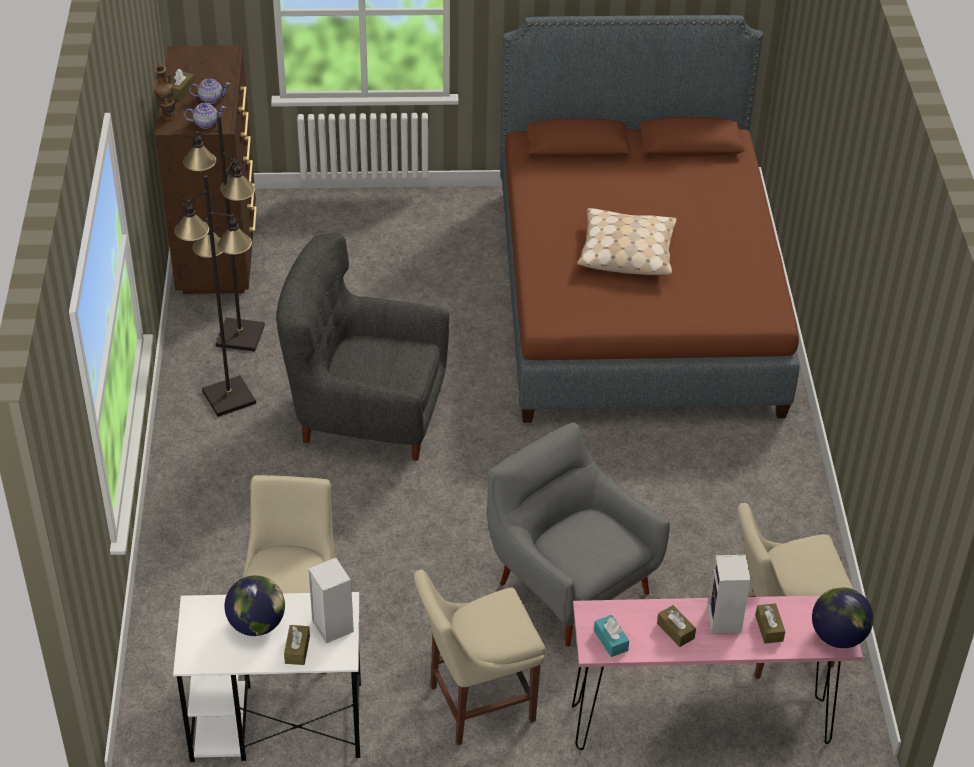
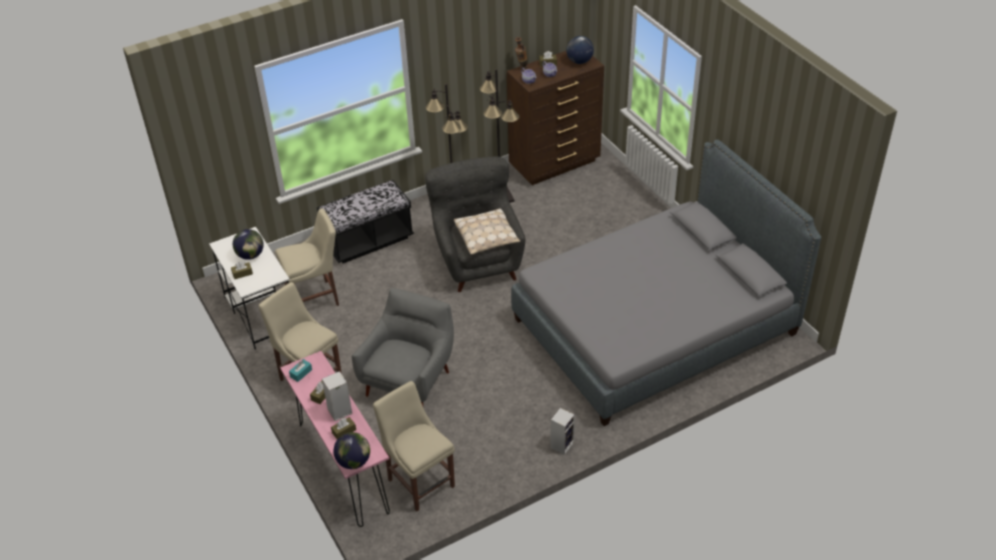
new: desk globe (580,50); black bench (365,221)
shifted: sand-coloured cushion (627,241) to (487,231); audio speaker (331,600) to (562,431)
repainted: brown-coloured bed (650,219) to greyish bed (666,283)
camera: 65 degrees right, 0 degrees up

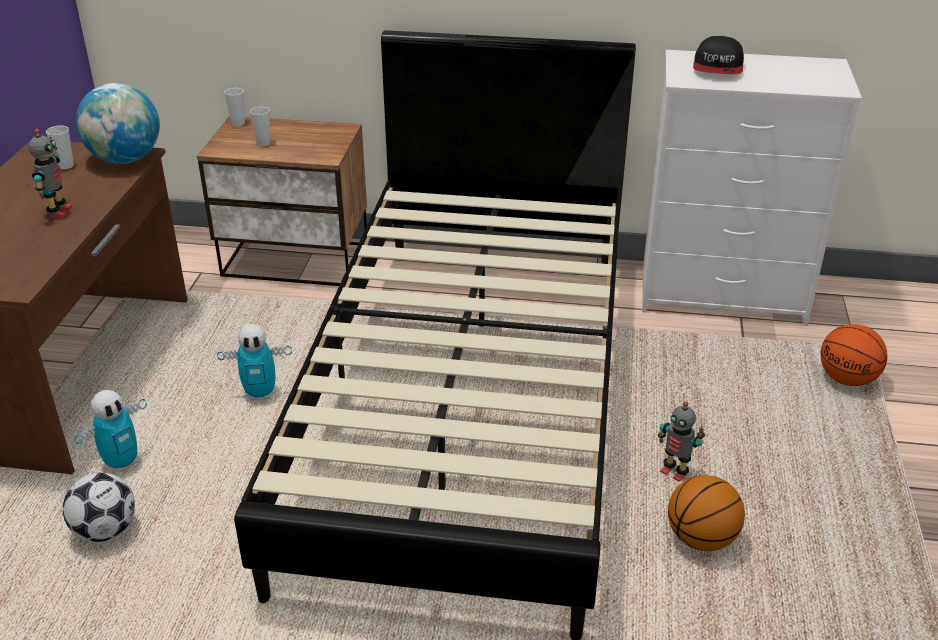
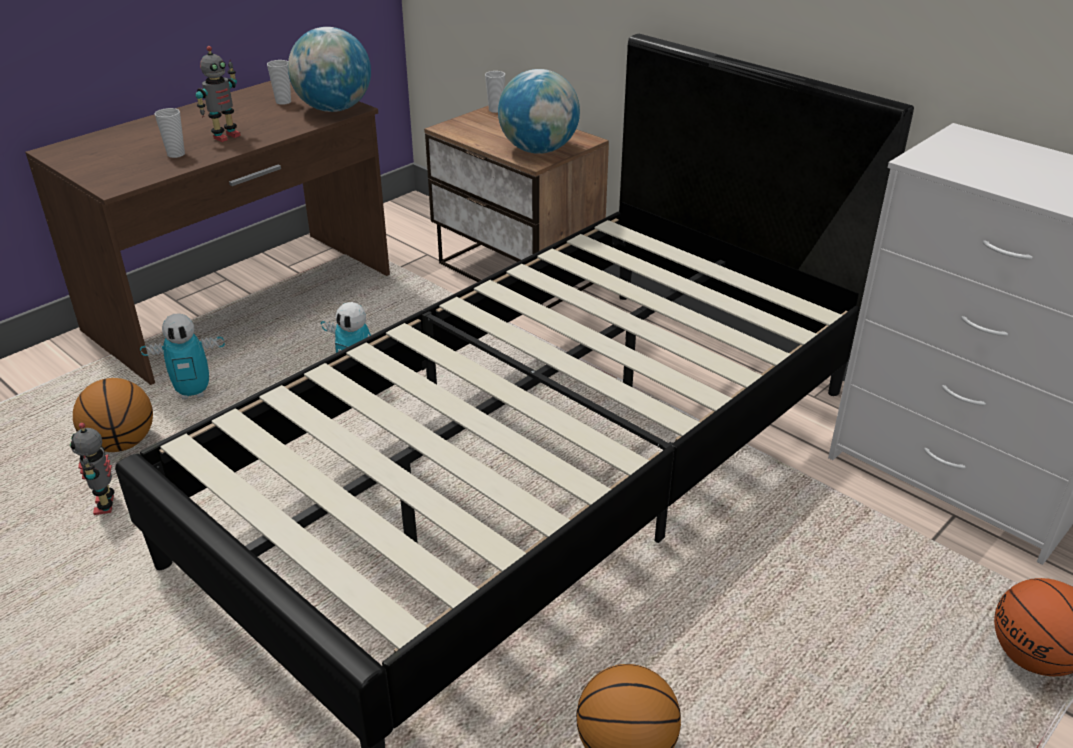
gone: cap (718,55)
new: desk globe (539,111)
shifted: small cup (260,126) to (169,133); model robot (681,441) to (92,468)
swapped: ball for football (99,507) to ball for basketball (113,415)
camera: 35 degrees right, 0 degrees up

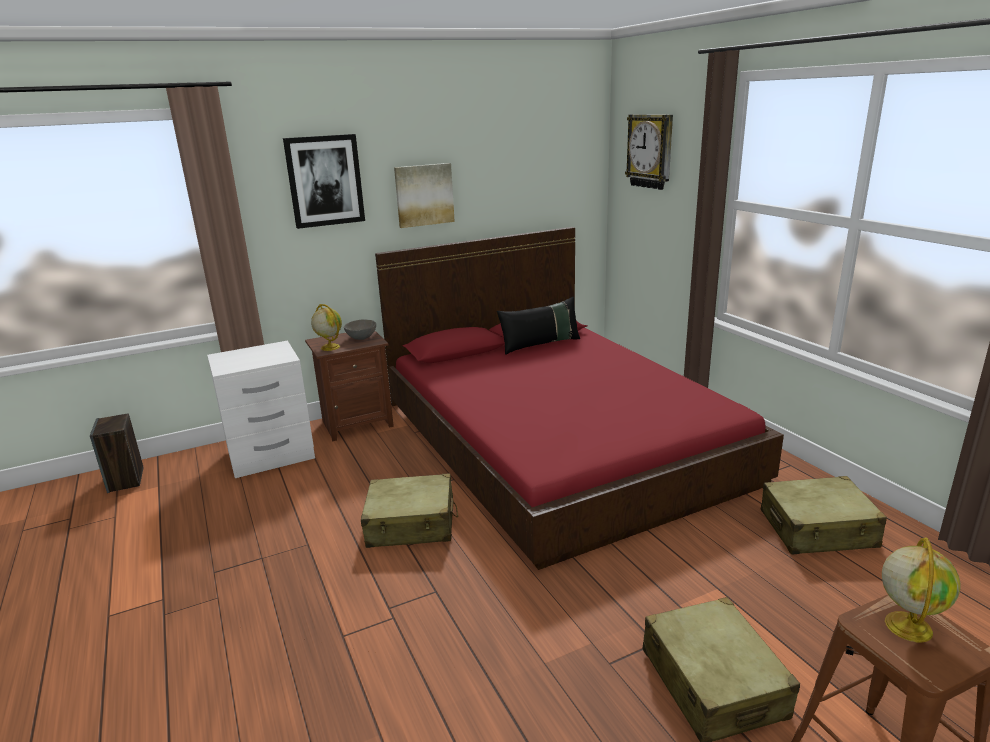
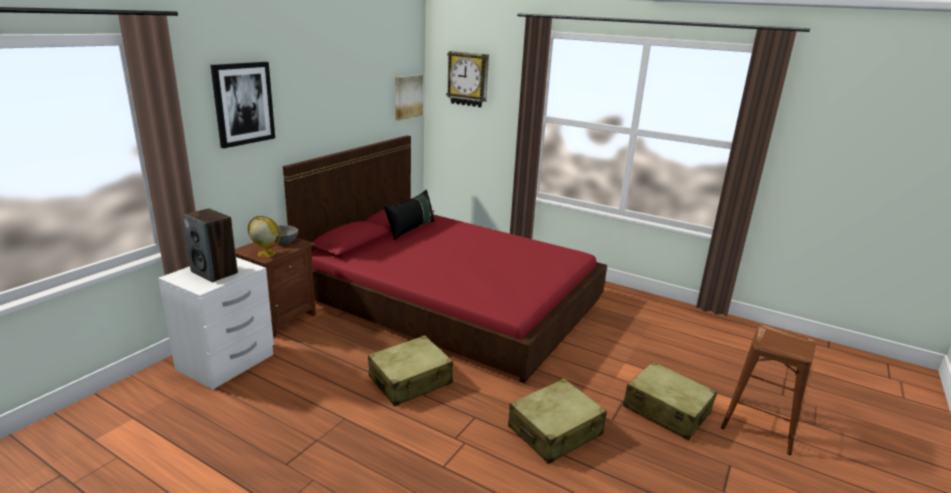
gone: desk globe (921,590)
shifted: picture (424,195) to (409,97); audio speaker (117,453) to (210,245); sand-coloured travel case (823,515) to (557,421)
camera: 35 degrees left, 0 degrees up

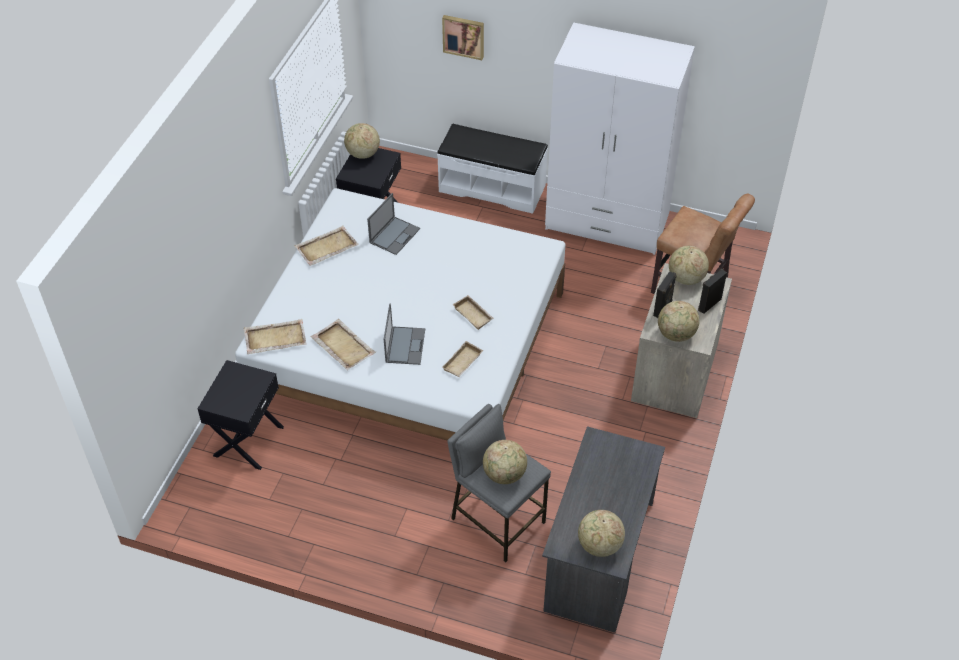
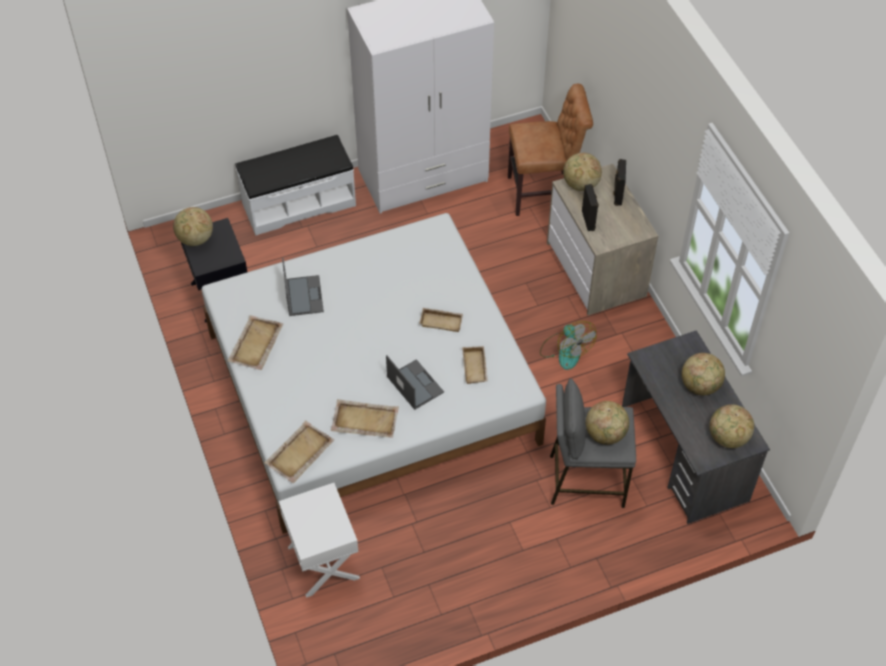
gone: picture (463,37)
new: fan (568,345)
shifted: desk globe (678,321) to (703,374)
repainted: black night table (240,415) to whitish night table (319,540)
camera: 40 degrees left, 5 degrees up

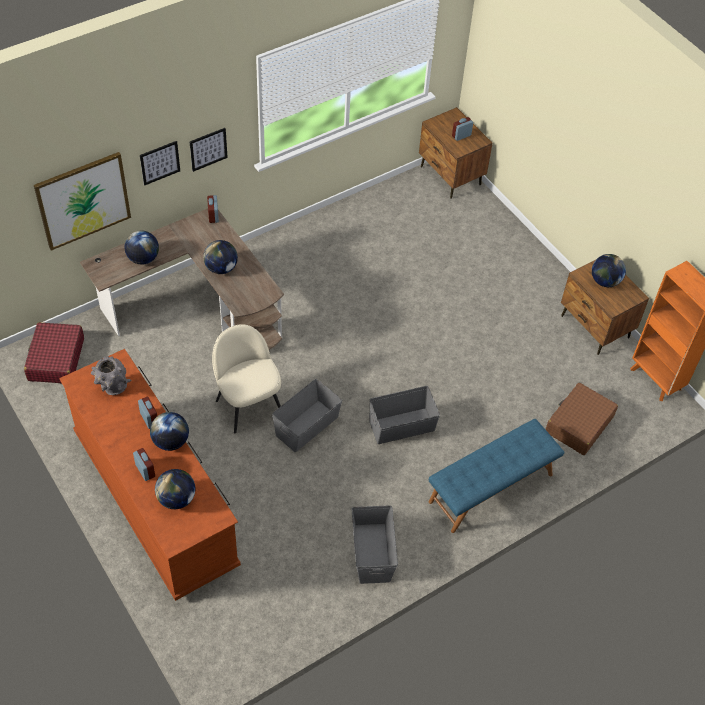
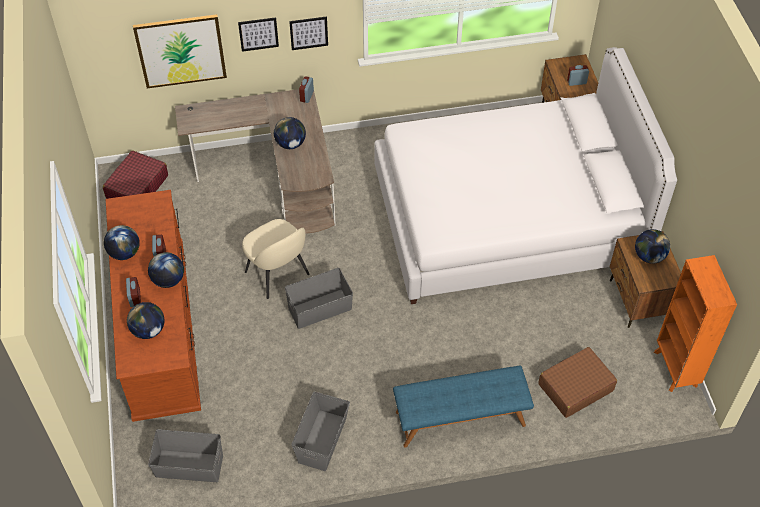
gone: greyish decorative vase (111,375)
new: whitish bed (525,175)
shifted: desk globe (141,247) to (122,242); greyish storage bin (404,415) to (185,455)
rotated: sand-coloured chair (246,378) = (275,259) 150 degrees clockwise
camera: 25 degrees right, 0 degrees up

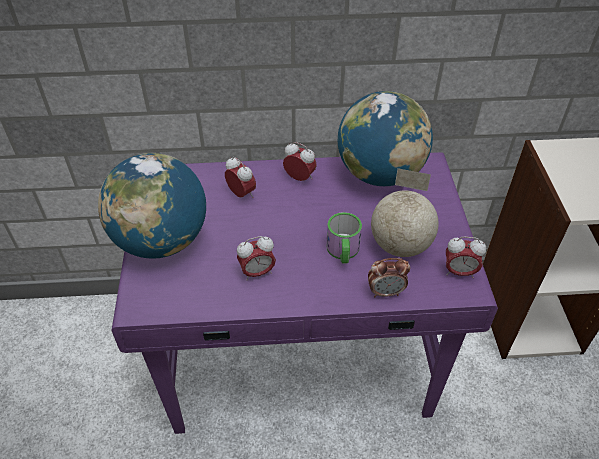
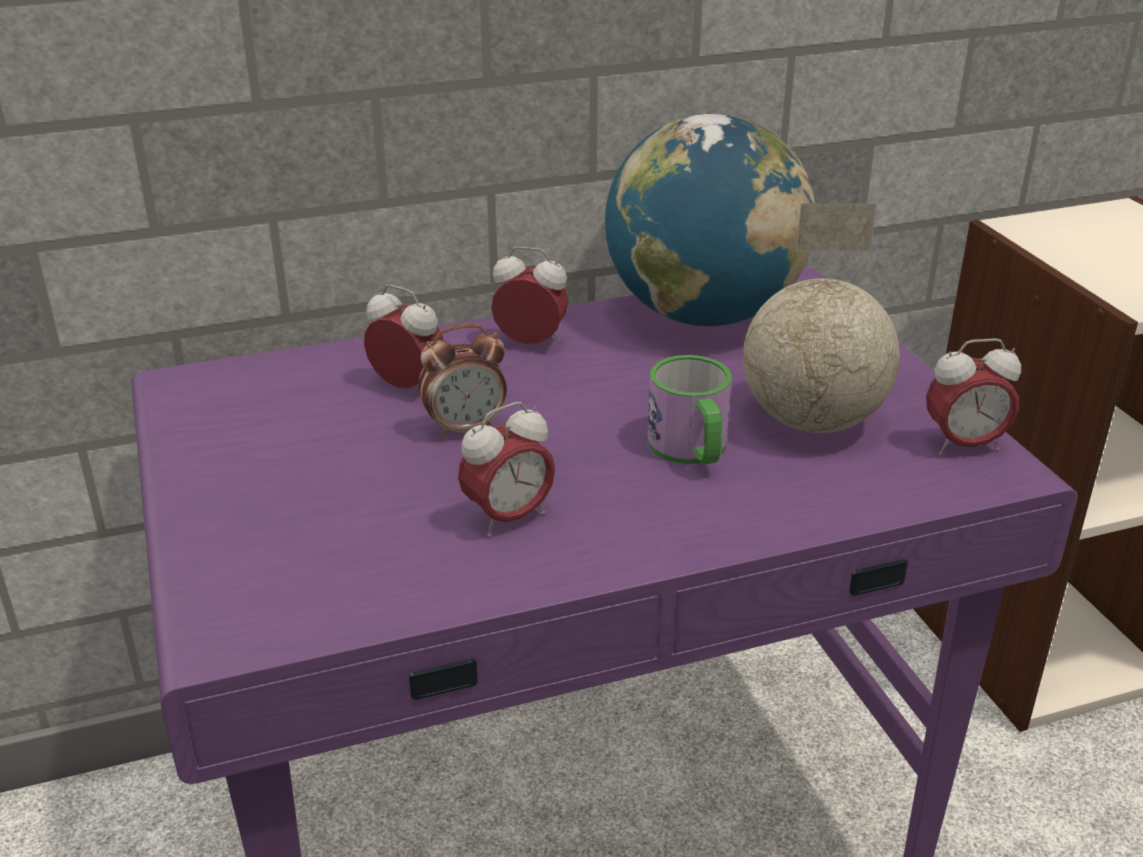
gone: desk globe (152,205)
shifted: table clock (389,277) to (463,381)
camera: 15 degrees left, 15 degrees down

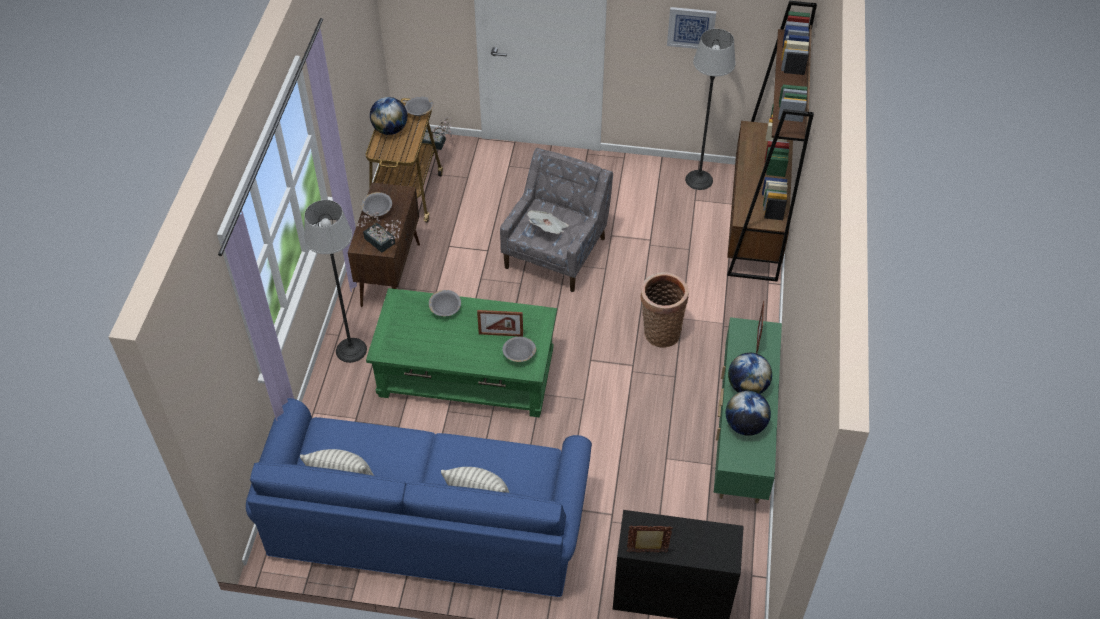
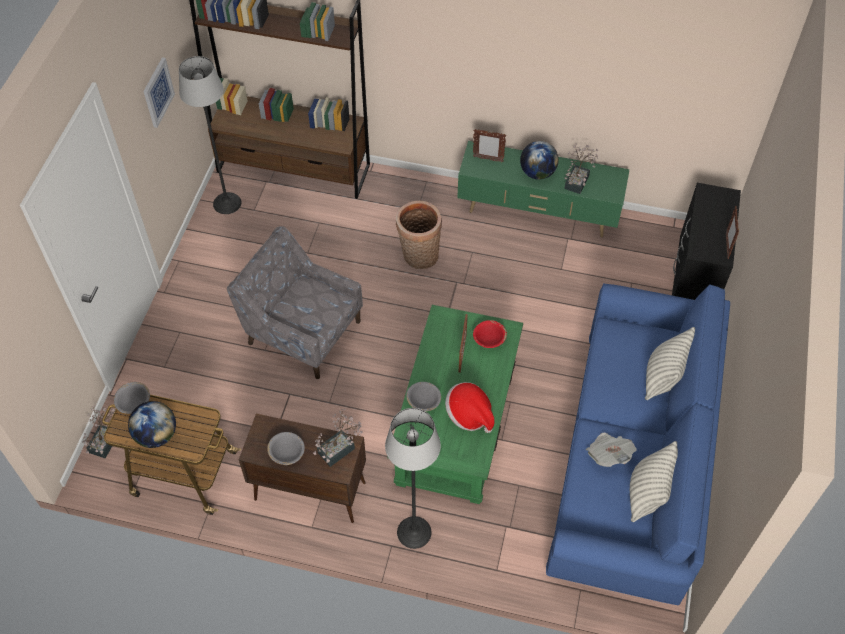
new: clothing hat (469,407)
shifted: daily paper (548,222) to (611,450)
swapped: desk globe (748,413) to houseplant (581,169)
repainted: greyish serving bowl (519,349) to red-coloured serving bowl (490,334)
camera: 85 degrees left, 5 degrees up

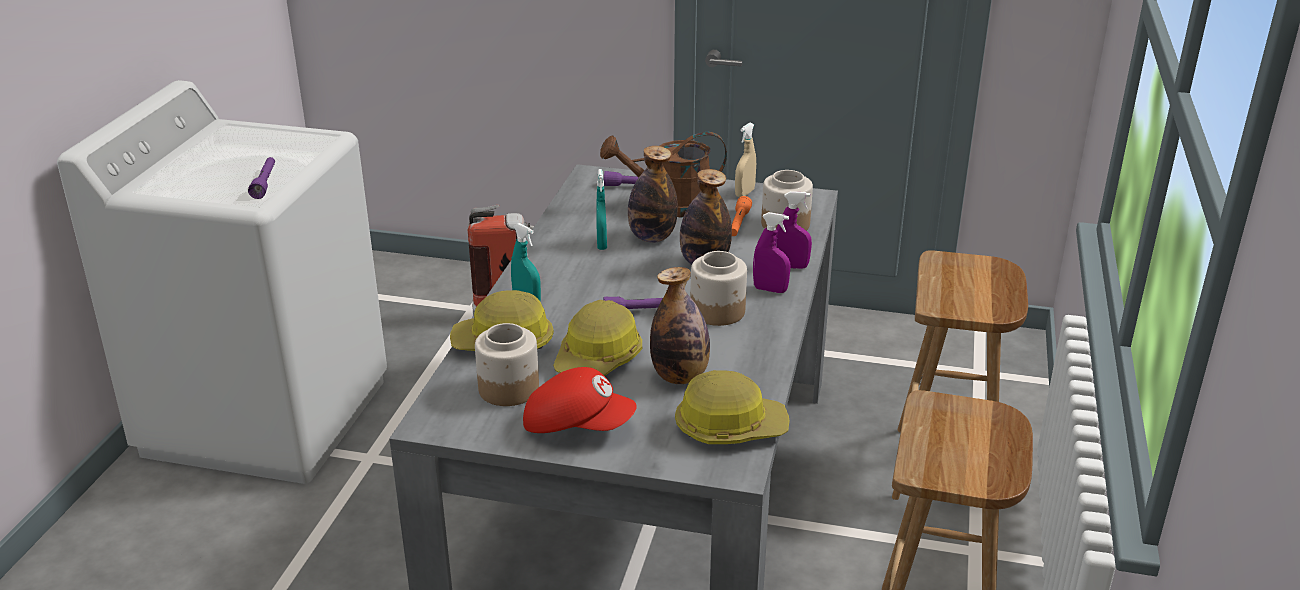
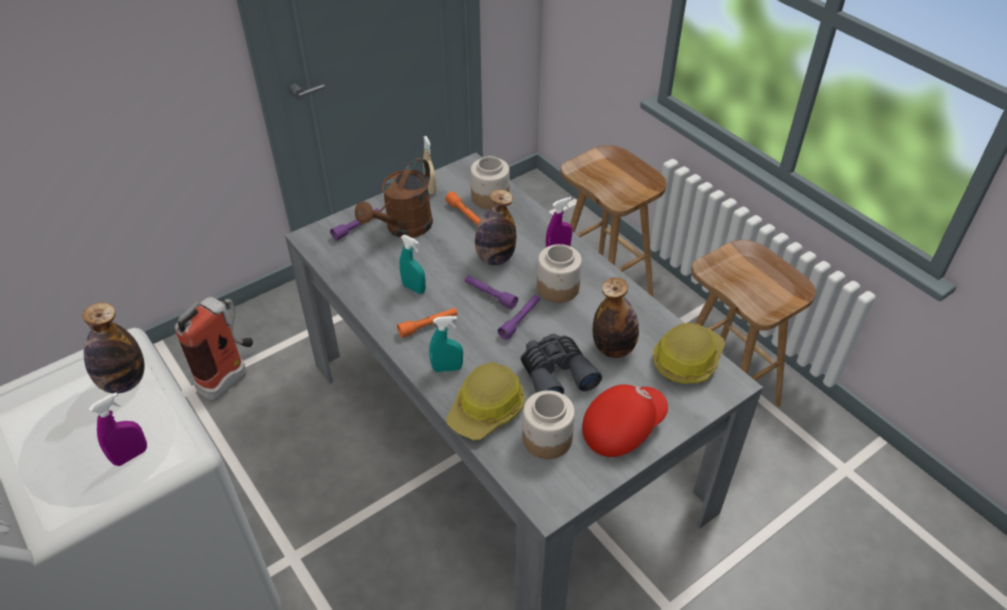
new: orangey hand torch (427,323)
shifted: beverage bottle (653,194) to (113,348); purple-coloured hand torch (261,178) to (491,292); purple-coloured sprayer (793,230) to (118,429)
swapped: work helmet (597,338) to greyish field glasses (561,364)
camera: 50 degrees left, 15 degrees up

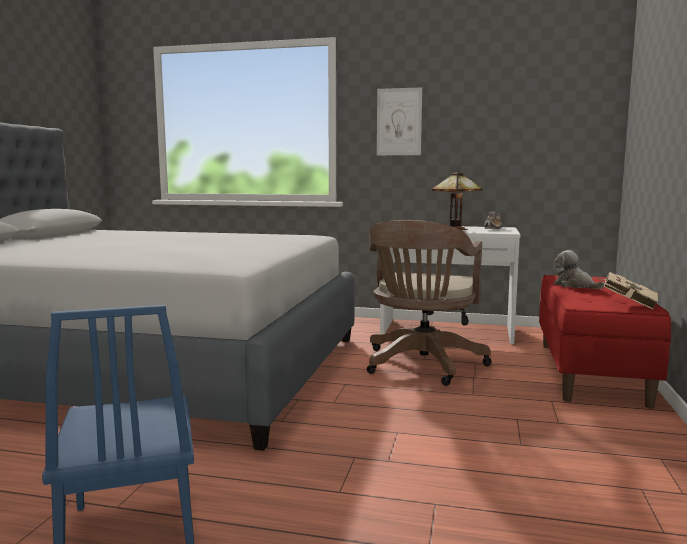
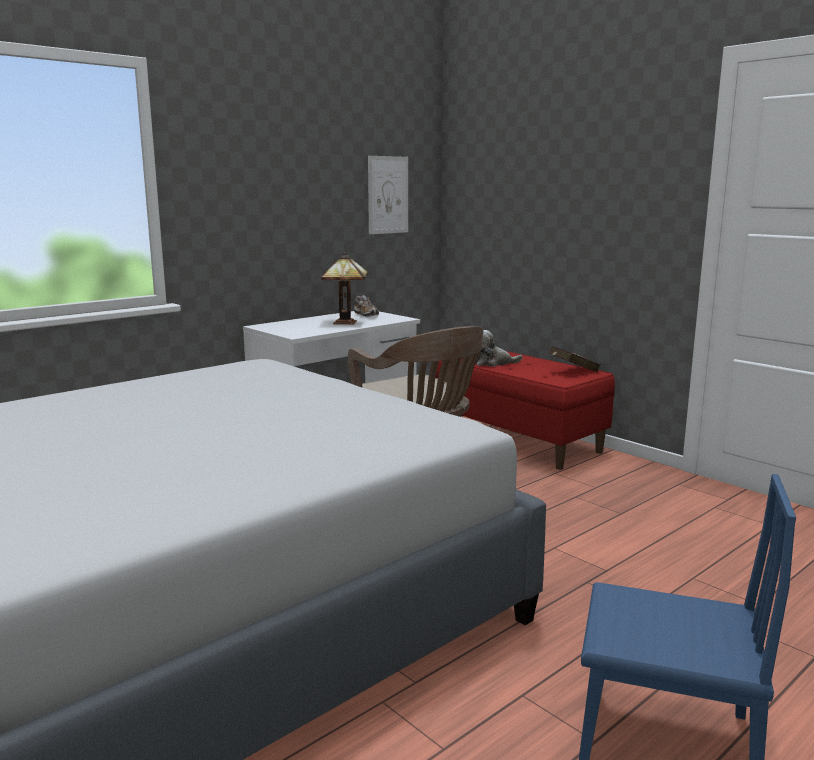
shifted: picture (399,121) to (388,195)
repainted: sand-coloured bound book (627,290) to red-coloured bound book (575,359)
camera: 55 degrees left, 5 degrees up

